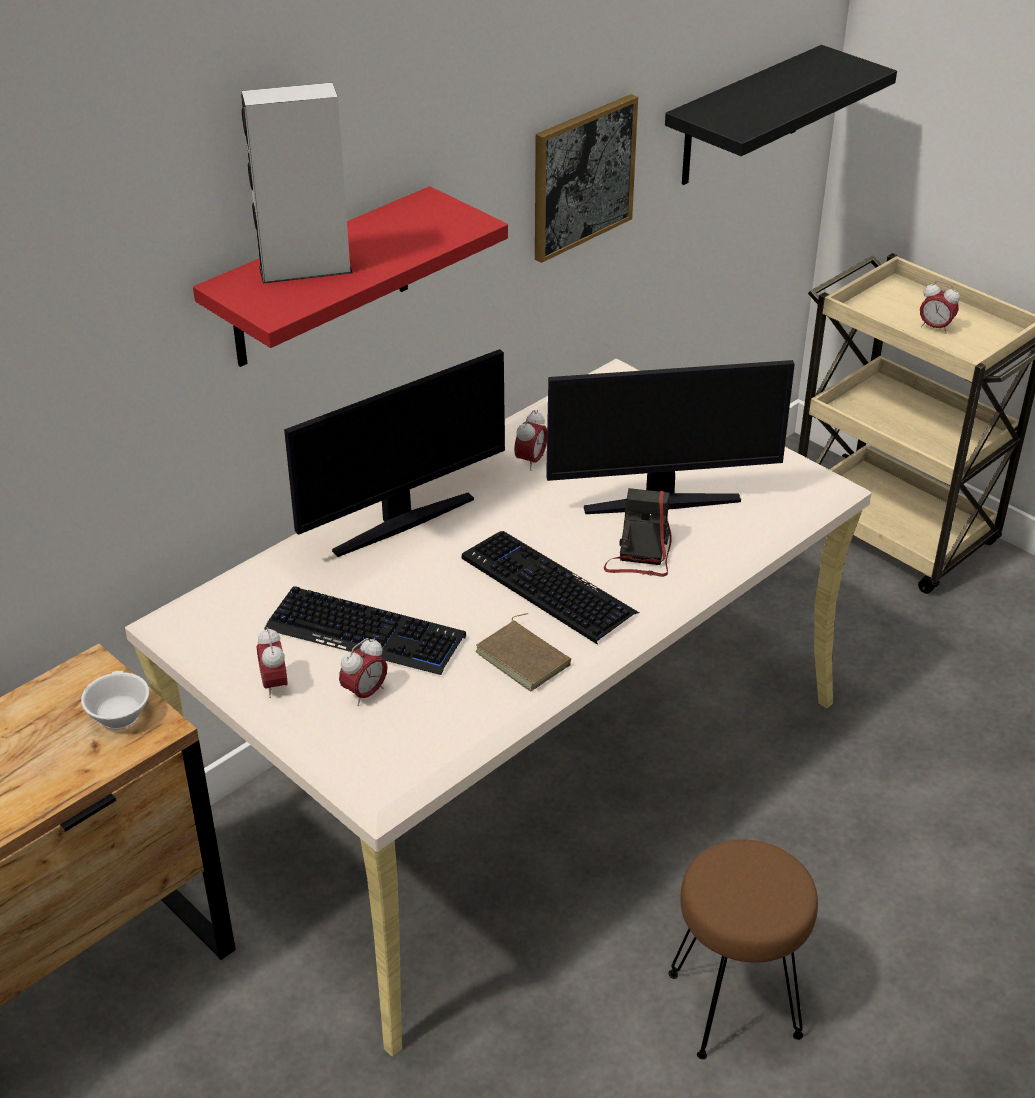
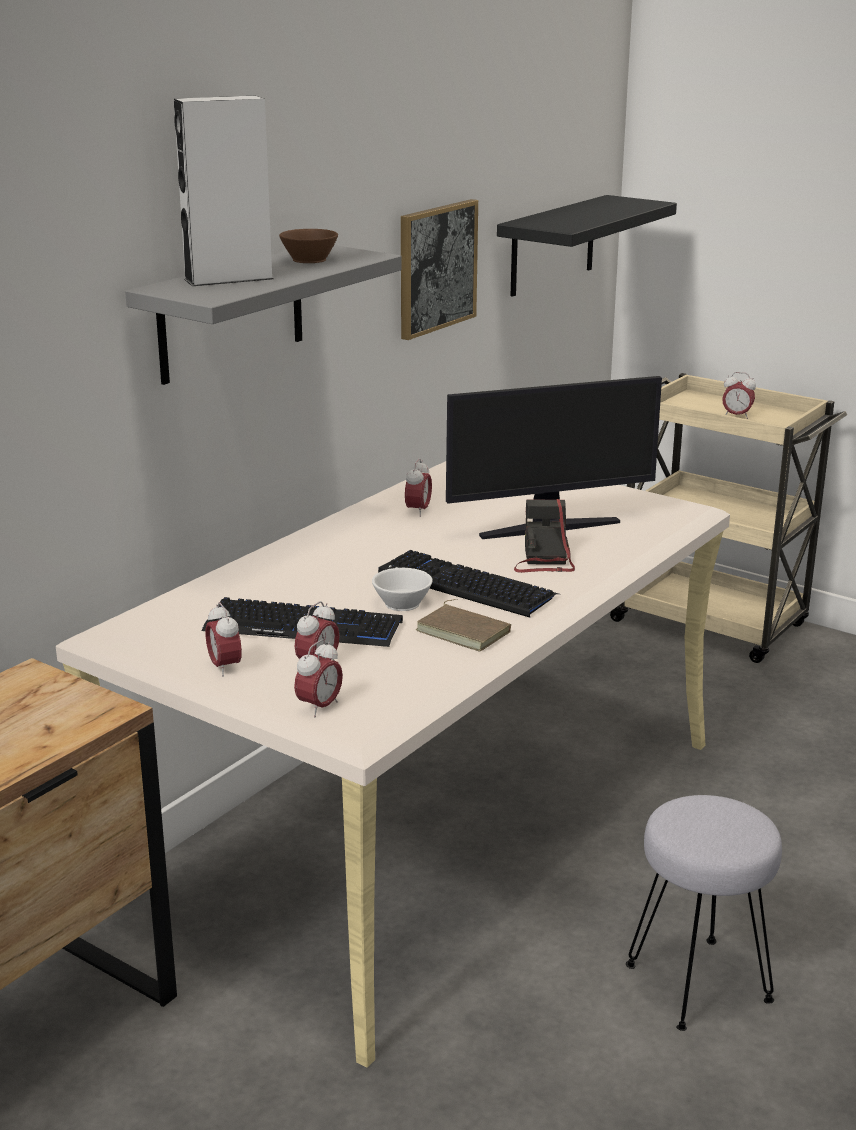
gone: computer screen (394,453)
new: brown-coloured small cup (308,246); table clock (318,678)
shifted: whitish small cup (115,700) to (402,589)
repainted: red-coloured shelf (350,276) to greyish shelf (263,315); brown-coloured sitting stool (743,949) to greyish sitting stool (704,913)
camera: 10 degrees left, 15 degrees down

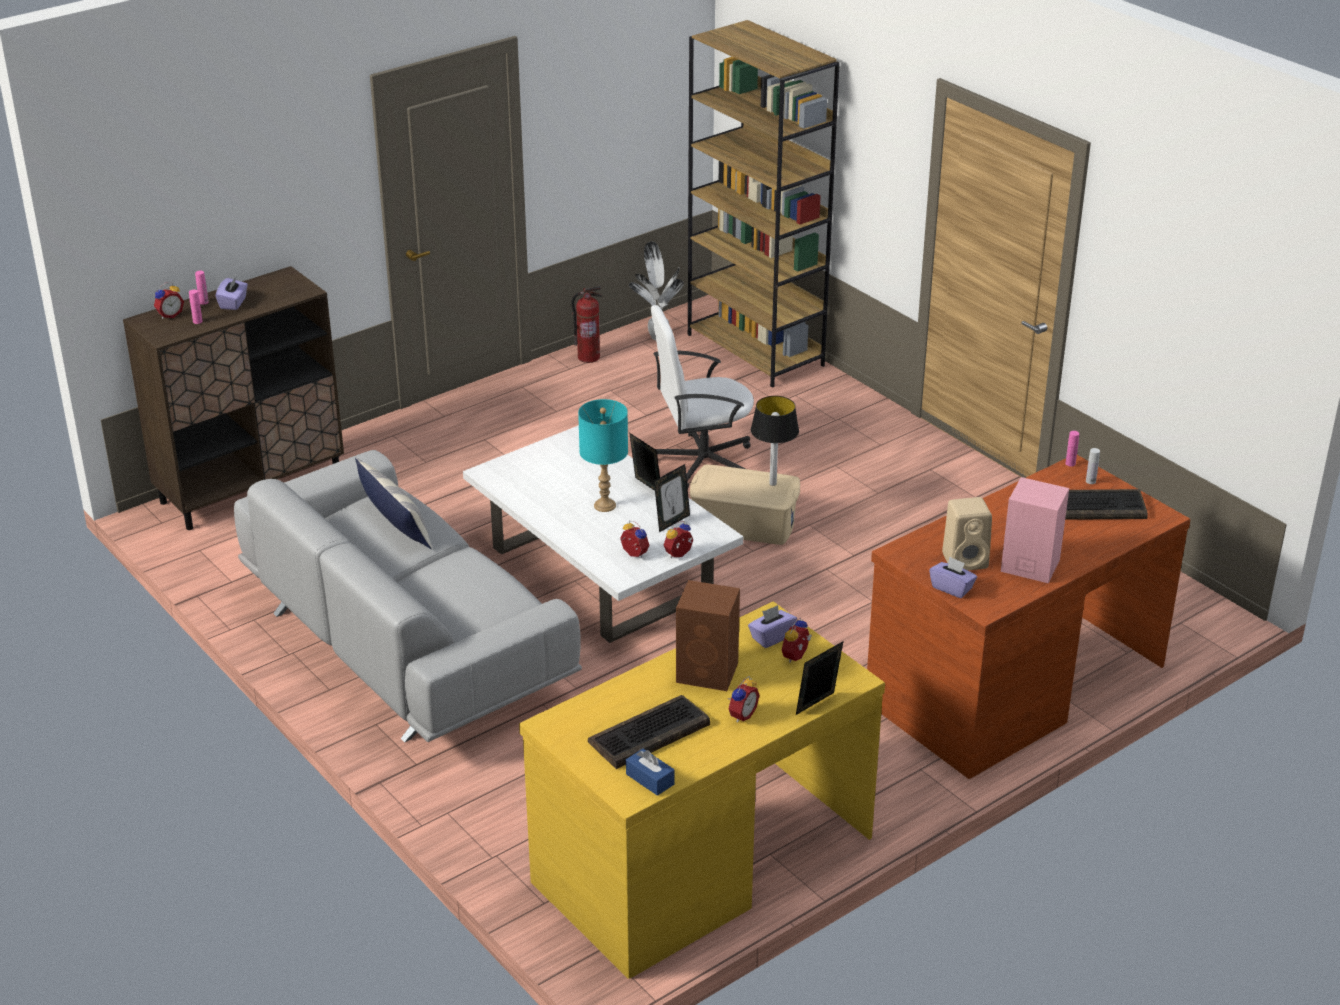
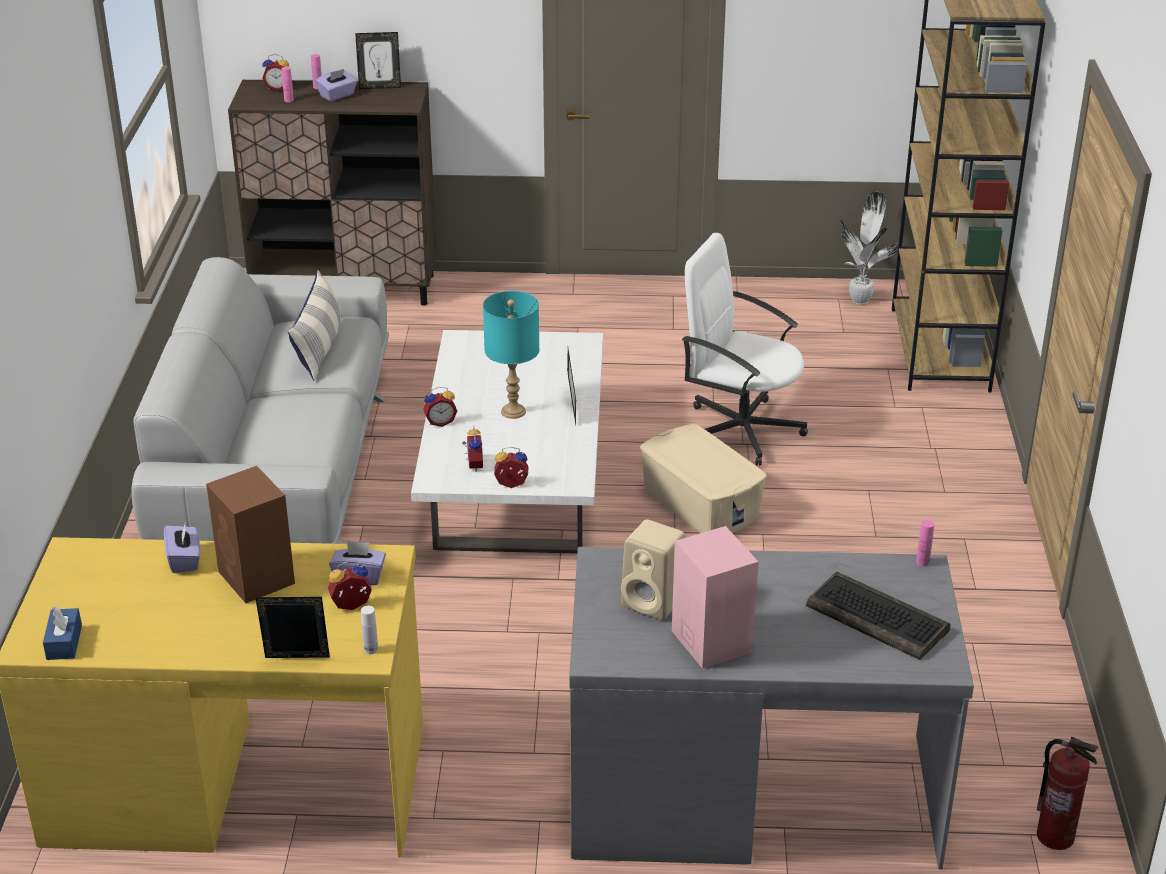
gone: lamp for a table (775,441); computer keyboard (649,732)
shifted: fire extinguisher (586,324) to (1067,793); whitish beverage bottle (1093,466) to (369,630); photo frame (672,498) to (378,60); purple-coloured tissue holder (953,577) to (182,547); table clock (743,699) to (440,407)
repainted: brown-coloured desk table (1028,617) to greyish desk table (771,708)
camera: 40 degrees right, 0 degrees up

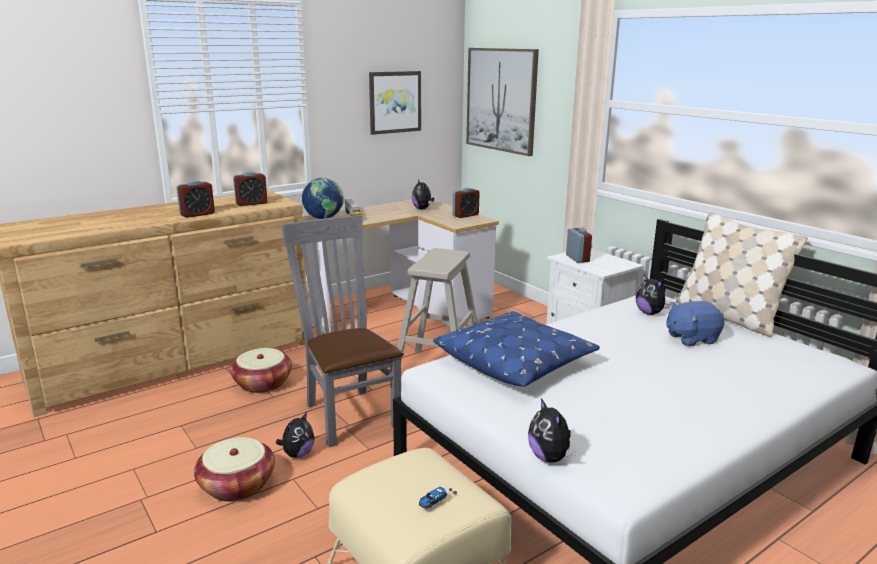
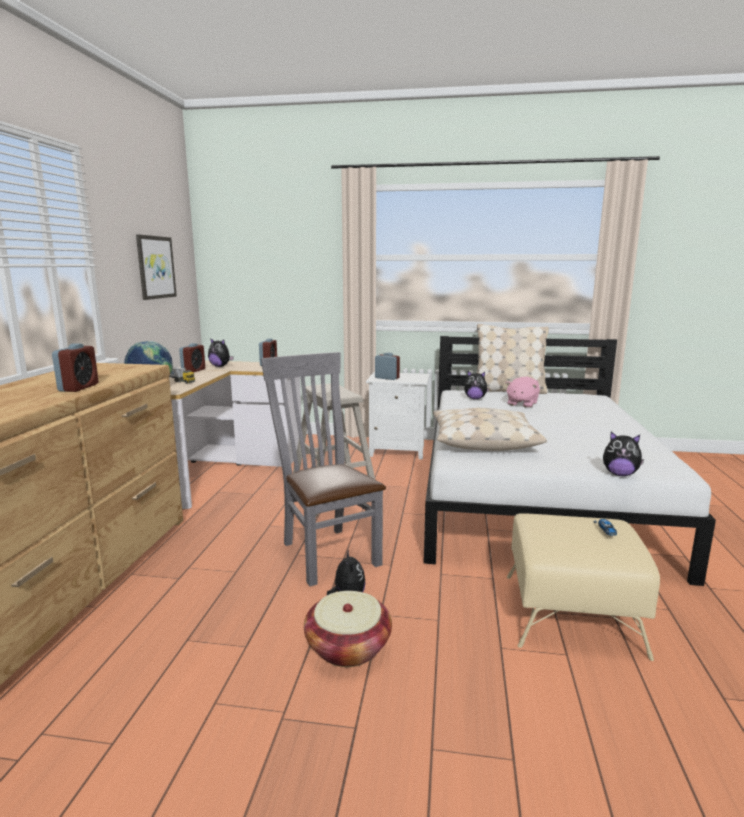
gone: picture (502,102); basket (261,370)
shifted: table clock (250,189) to (192,358)
repainted: blue-coloured plush toy (695,323) to pink-coloured plush toy (523,392); blue-coloured cushion (516,348) to sand-coloured cushion (490,429)
rotated: greyish chair (342,331) = (323,469) 45 degrees clockwise
camera: 45 degrees left, 5 degrees down

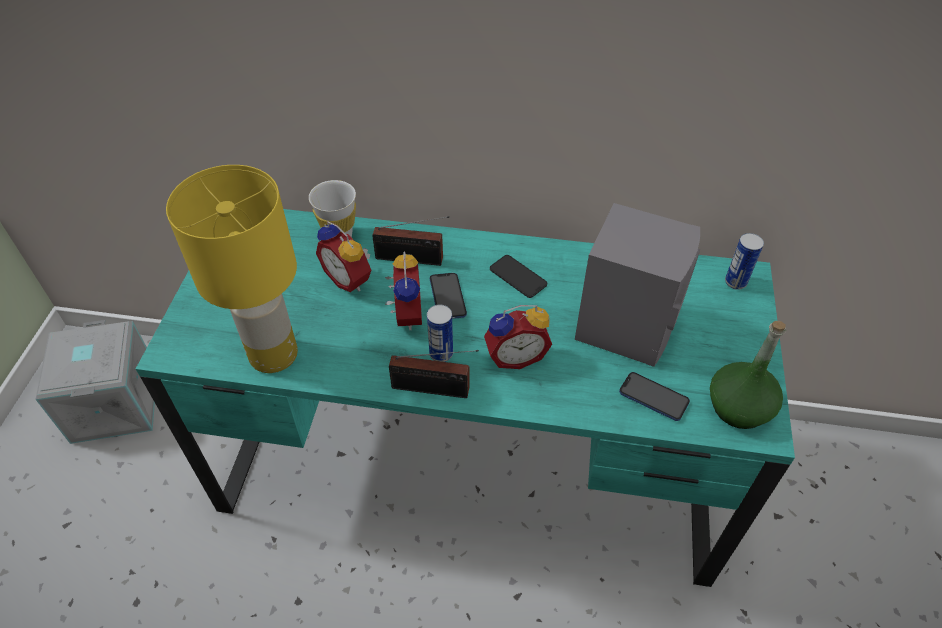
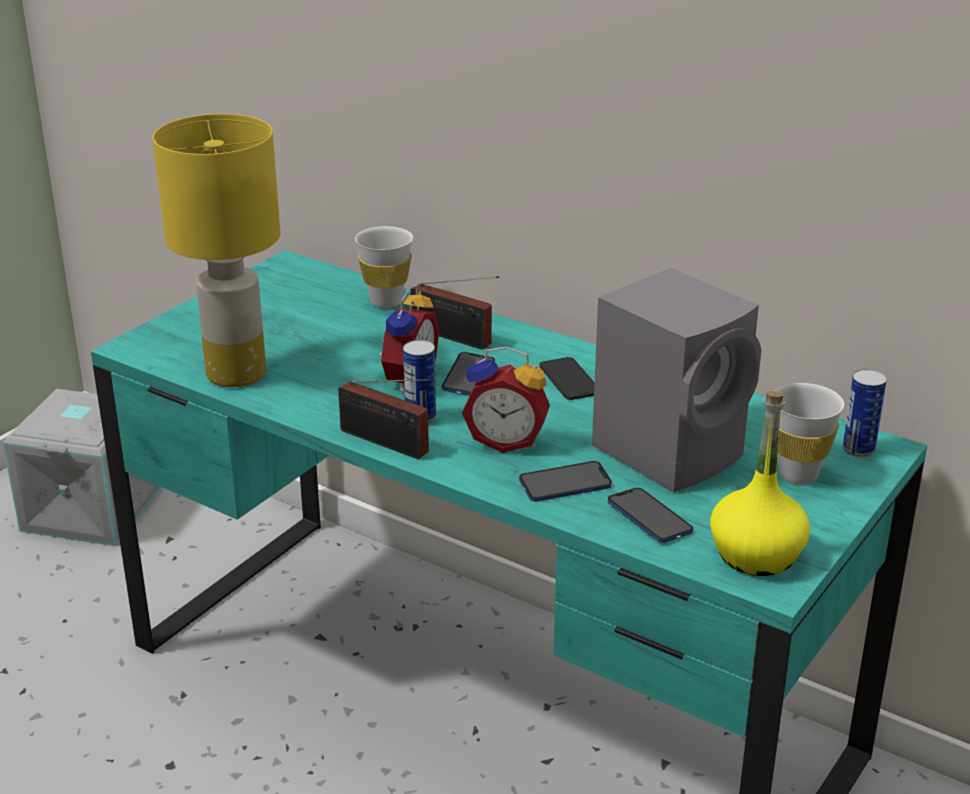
gone: table clock (343,256)
new: whitish small cup (809,434); telephone (565,481)
repainted: greenish beverage bottle (748,375) to yellow-coloured beverage bottle (760,483)
camera: 25 degrees right, 20 degrees down

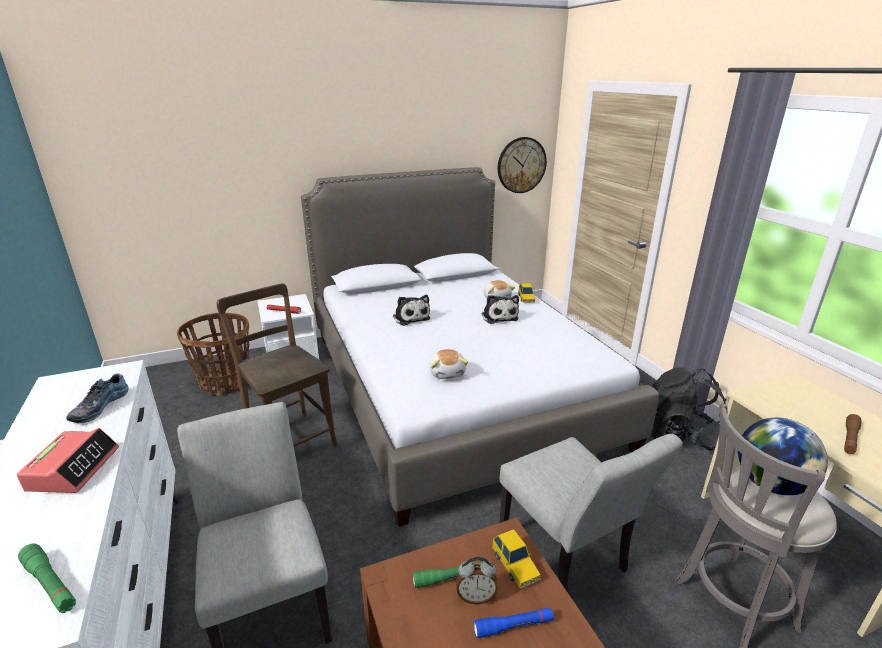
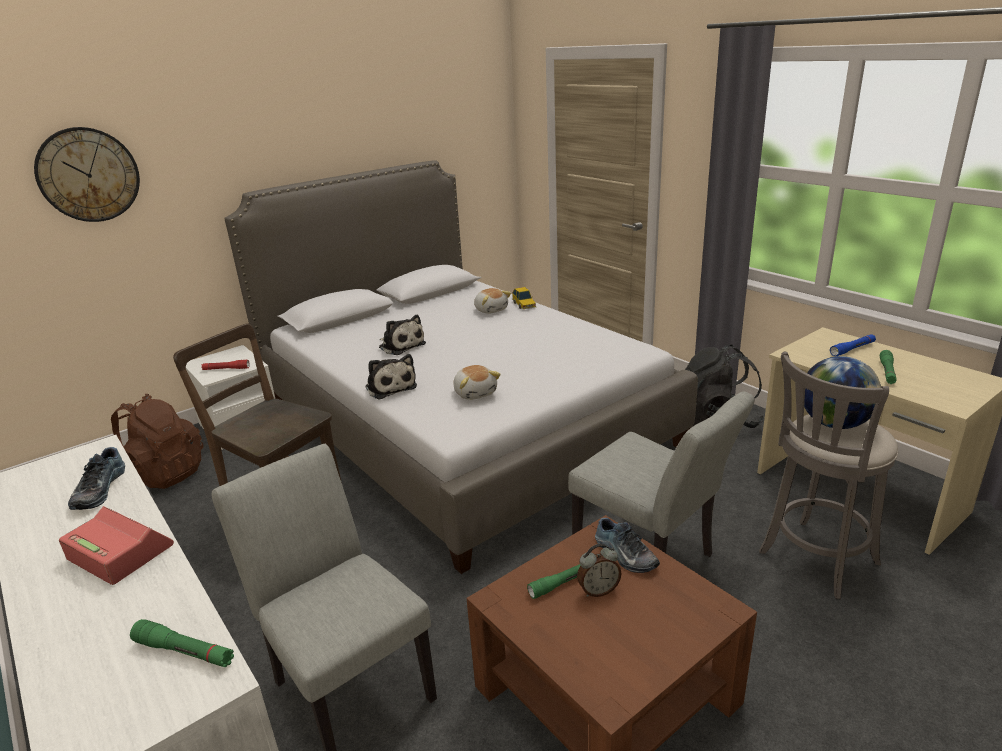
shifted: hanging clock (522,165) to (87,174); plush toy (500,309) to (391,377); blue-coloured hand torch (514,623) to (853,345)
swapped: basket (213,354) to brown-coloured rucksack (157,441); toy car (516,559) to item of footwear (627,545)
repainted: brown-coloured hand torch (853,434) to greenish hand torch (888,367)
rotated: table clock (68,460) = (116,545) 45 degrees counterclockwise
camera: 15 degrees left, 0 degrees up

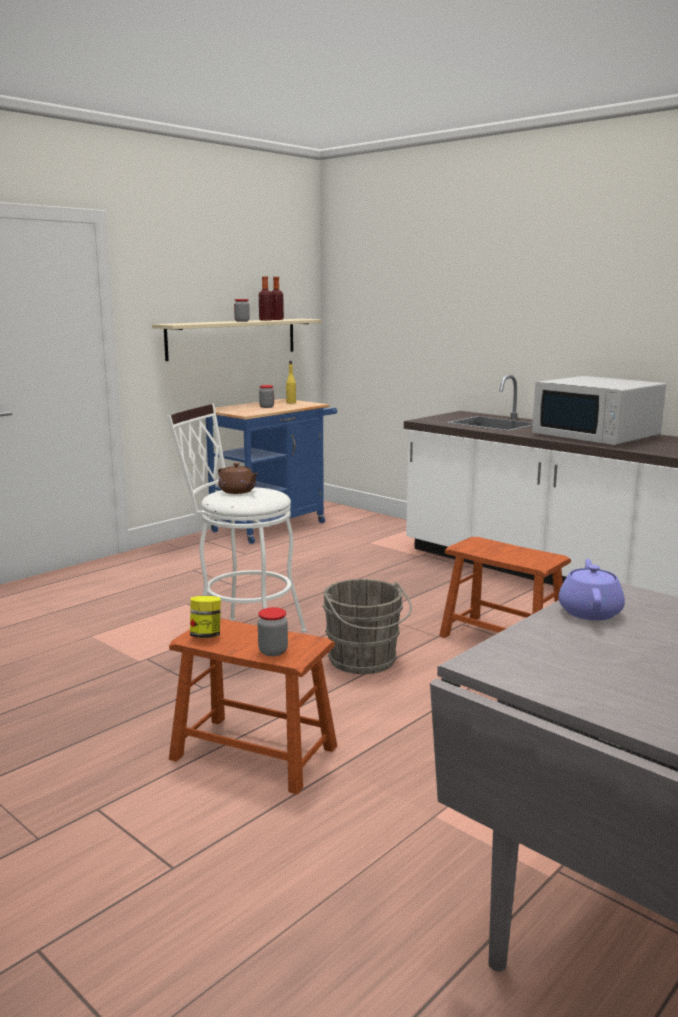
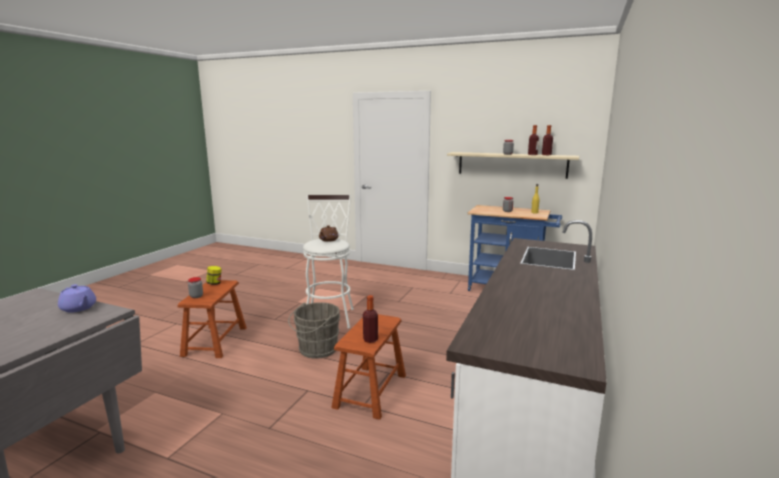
gone: whitish microwave (599,410)
new: beverage bottle (370,319)
rotated: purple-coloured pot for tea (592,590) = (77,298) 45 degrees clockwise
camera: 70 degrees right, 0 degrees up

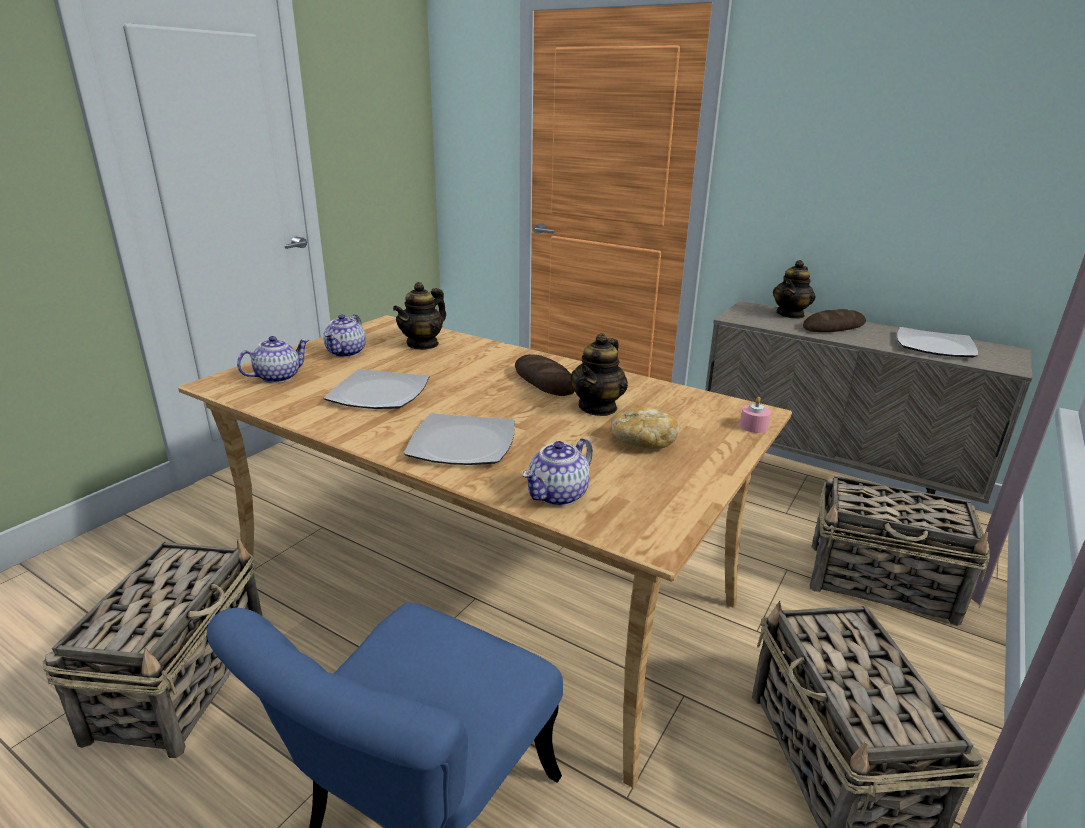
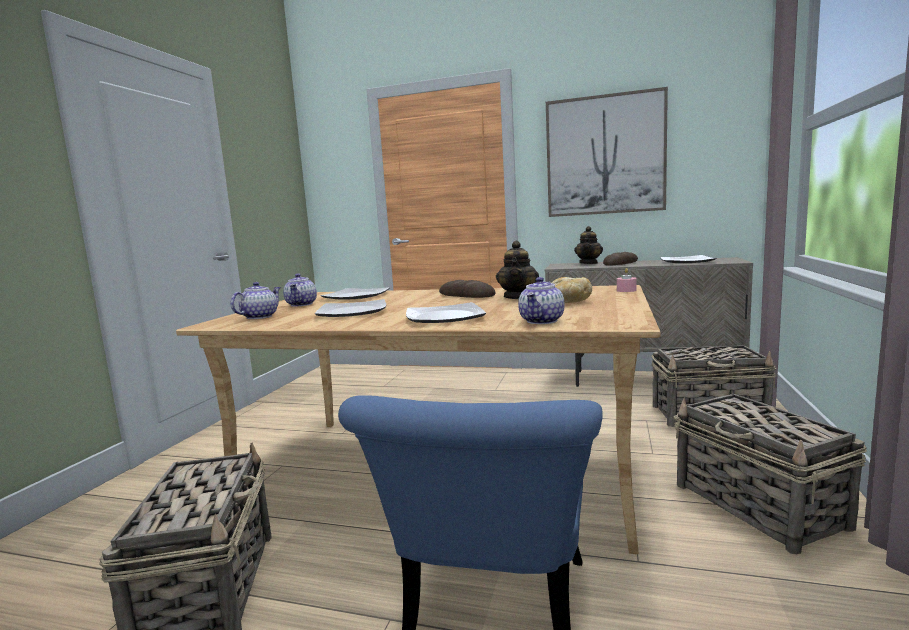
new: picture (607,152)
swapped: pot for tea (419,316) to flat dish (355,293)
camera: 15 degrees left, 15 degrees down

